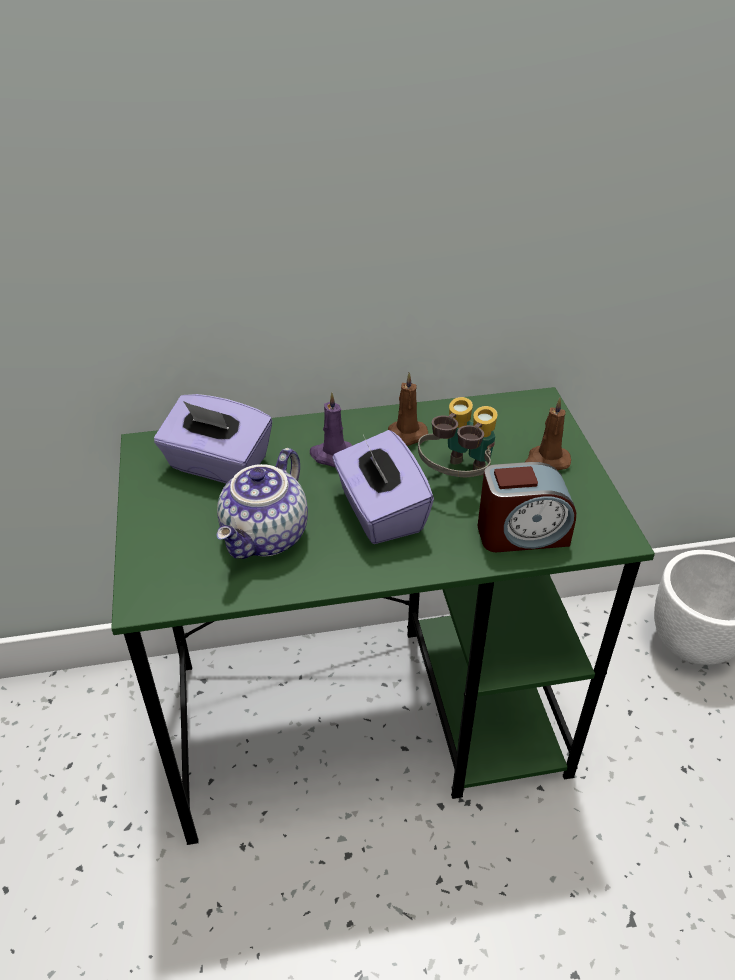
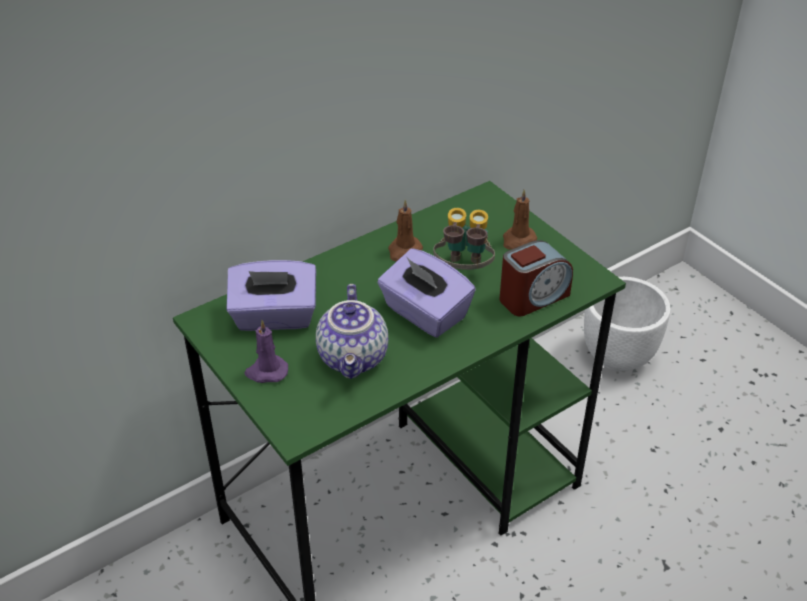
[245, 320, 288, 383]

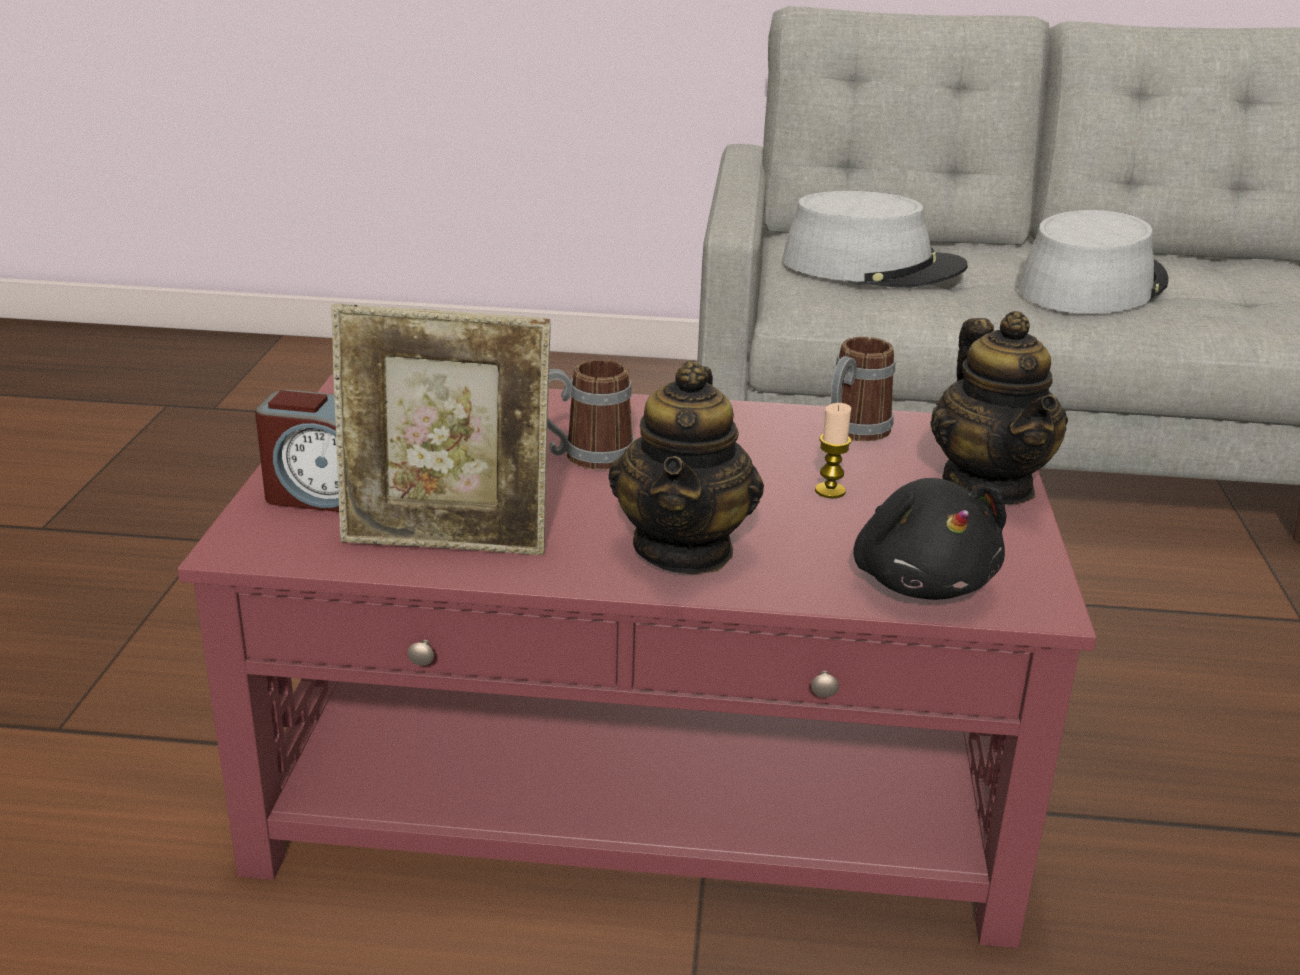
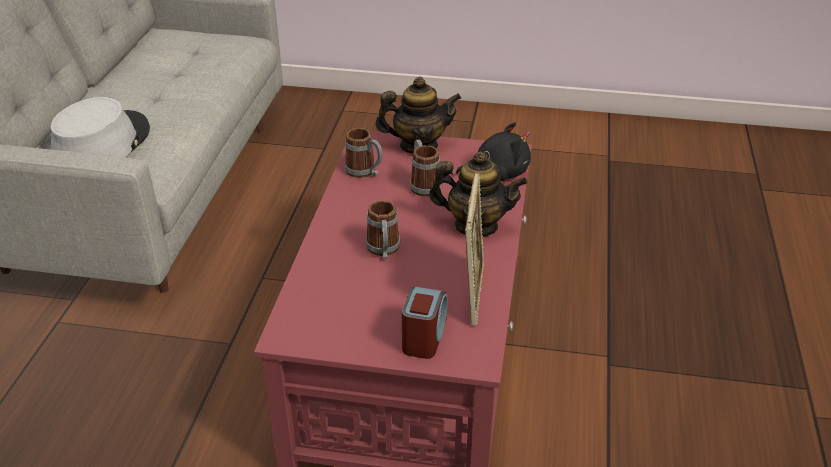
[1018, 210, 1169, 314] (first image)
[410, 139, 442, 197]

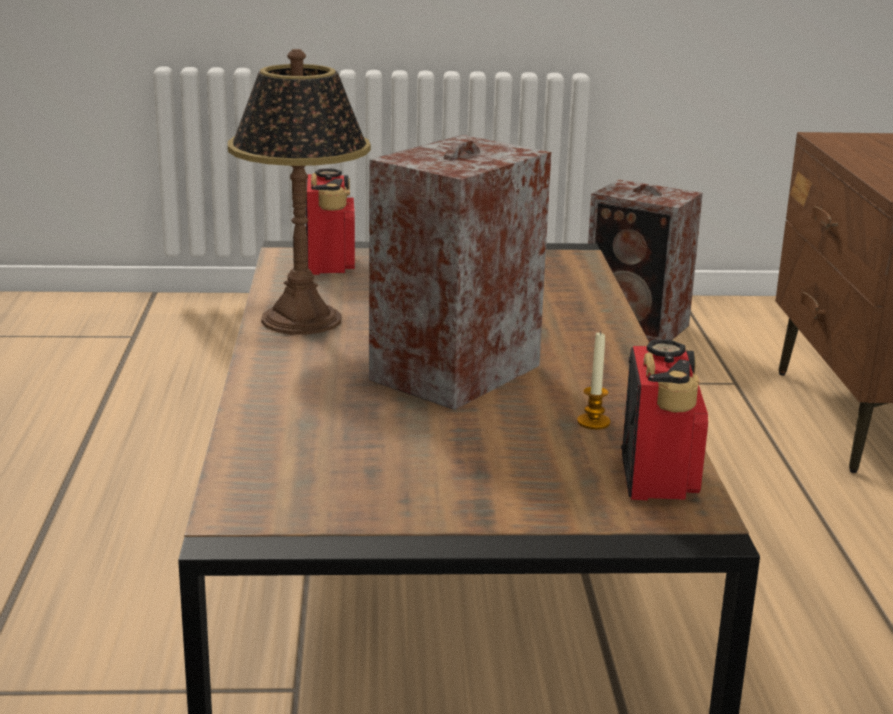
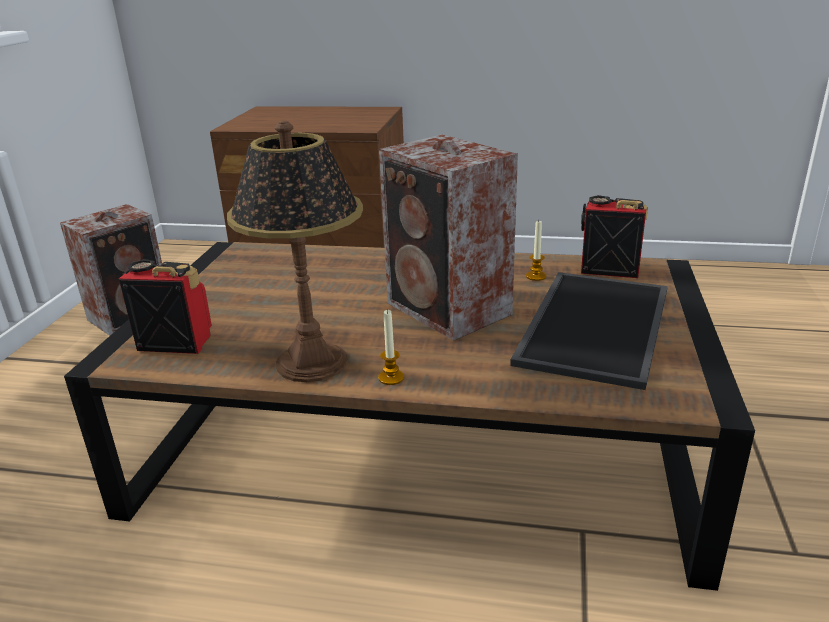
[510, 272, 668, 390]
[378, 309, 404, 385]

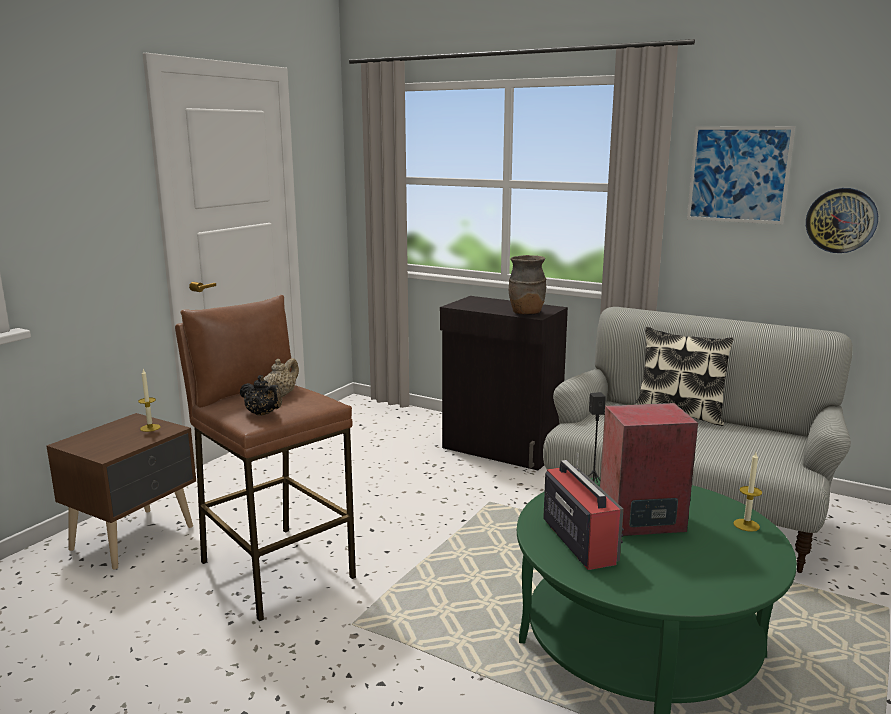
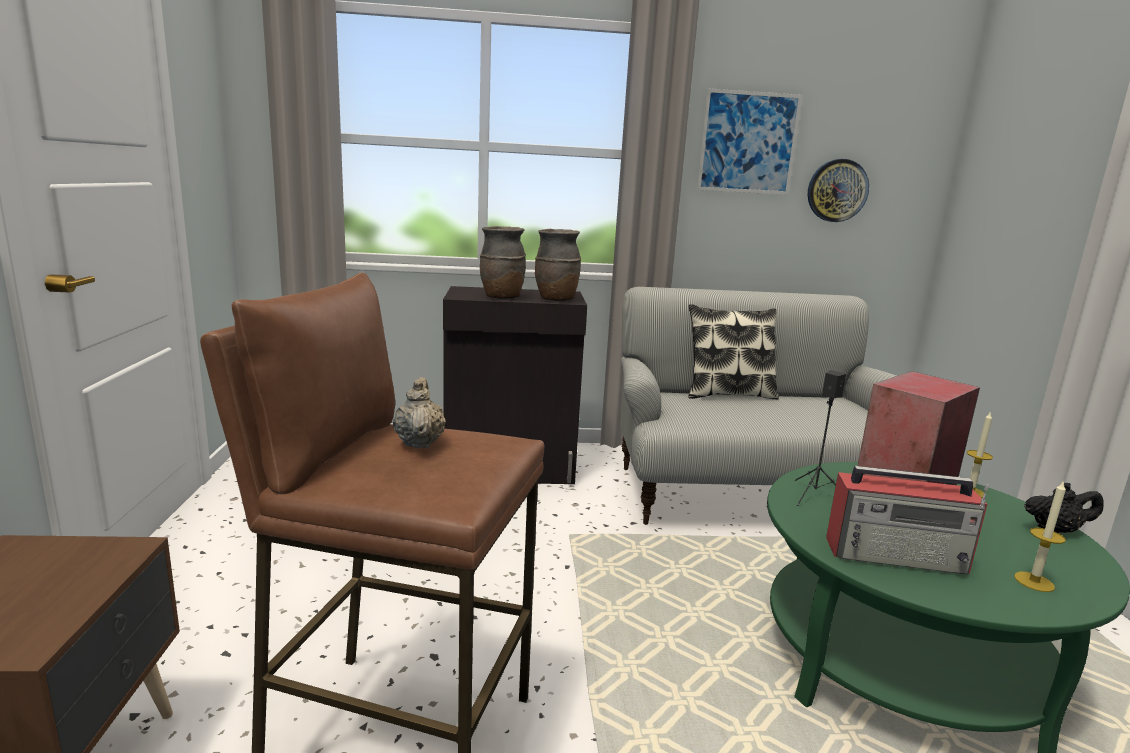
[1014, 480, 1066, 592]
[1024, 483, 1104, 533]
[826, 466, 989, 575]
[480, 226, 526, 299]

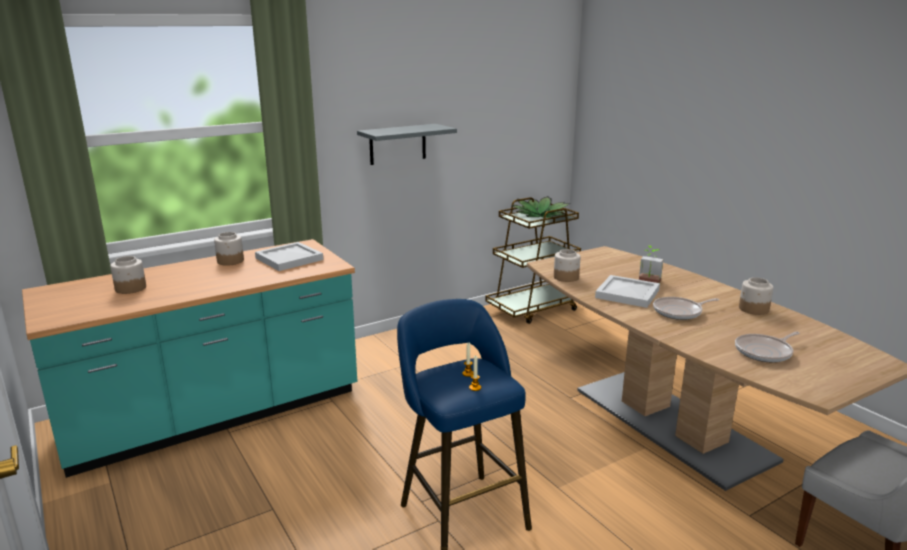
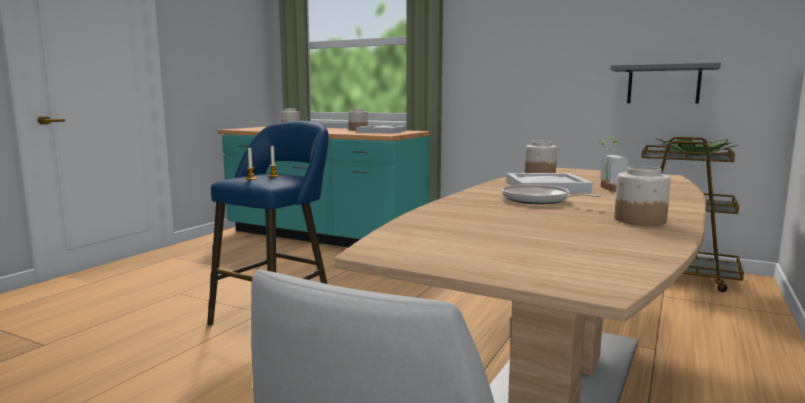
[610, 63, 721, 103]
[735, 332, 800, 362] (first image)

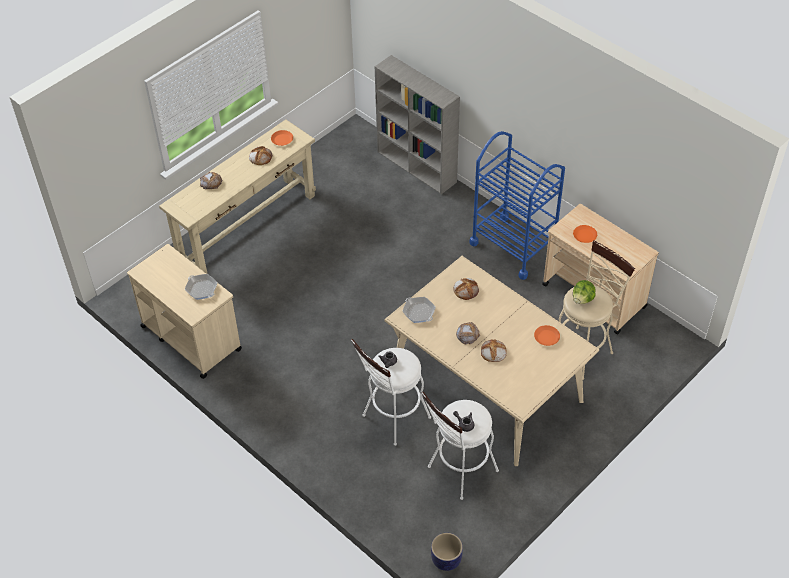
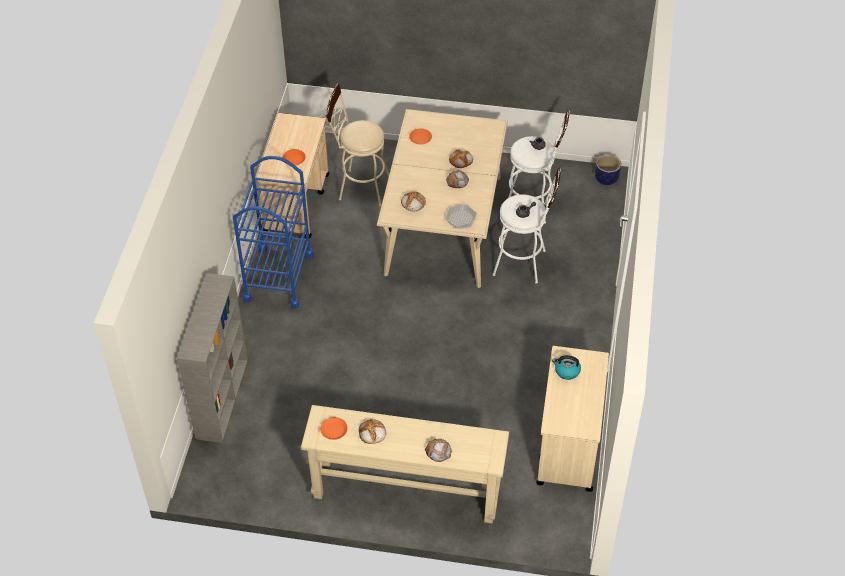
[552, 355, 581, 380]
[573, 280, 596, 304] (first image)

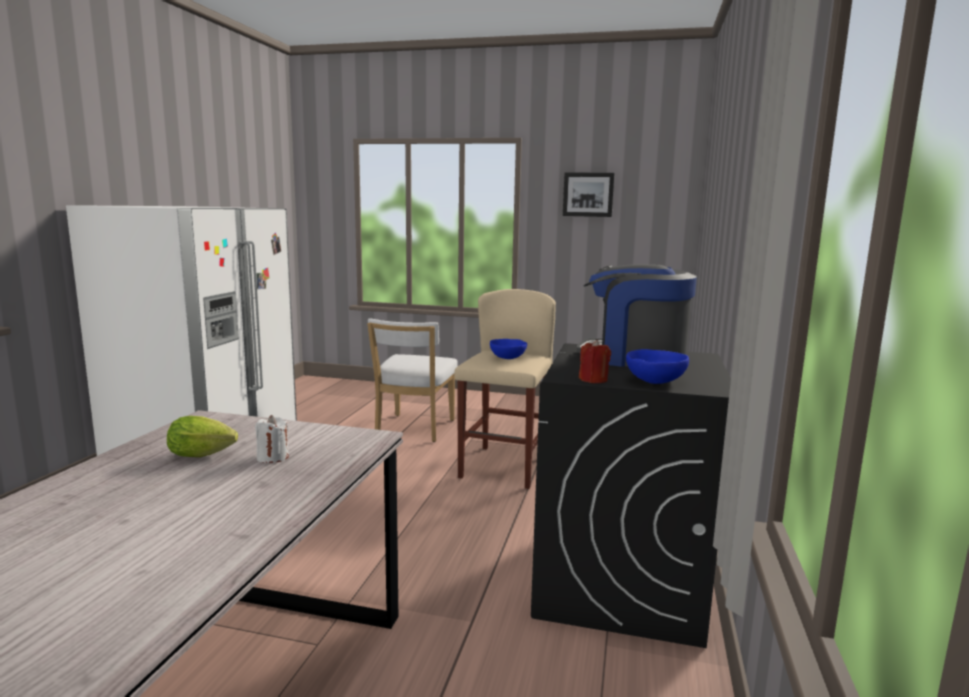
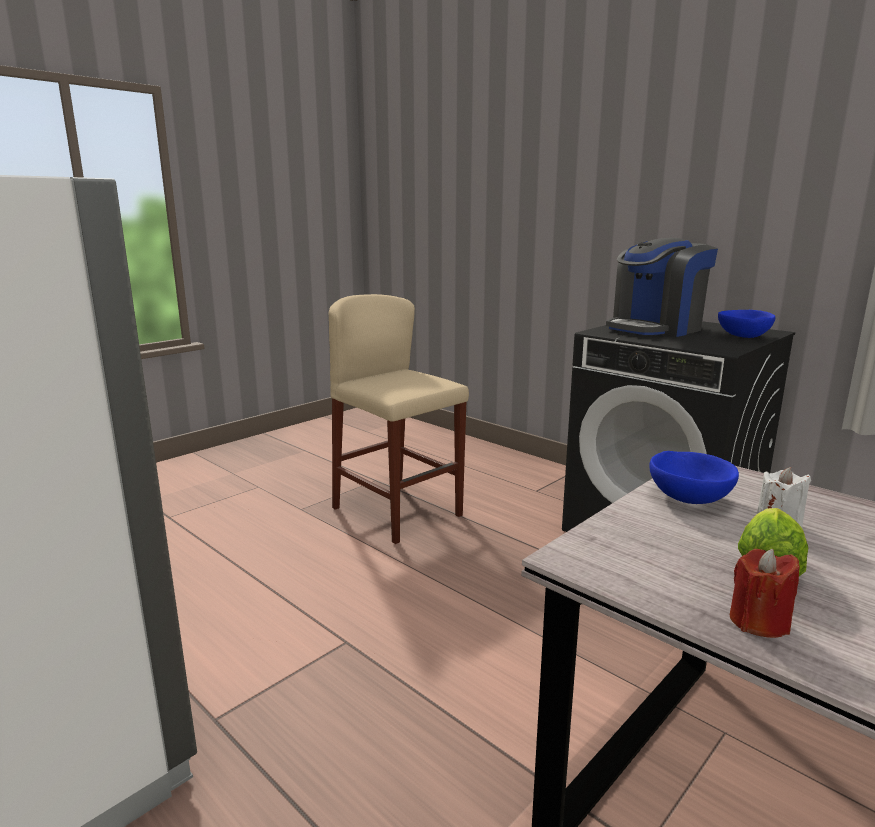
[563, 172, 614, 217] (first image)
[367, 318, 458, 442] (first image)
[649, 451, 739, 504]
[730, 549, 800, 638]

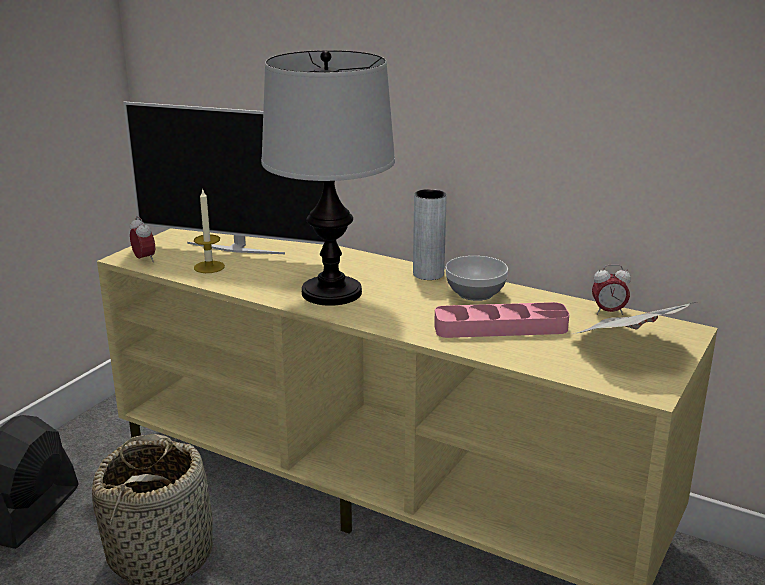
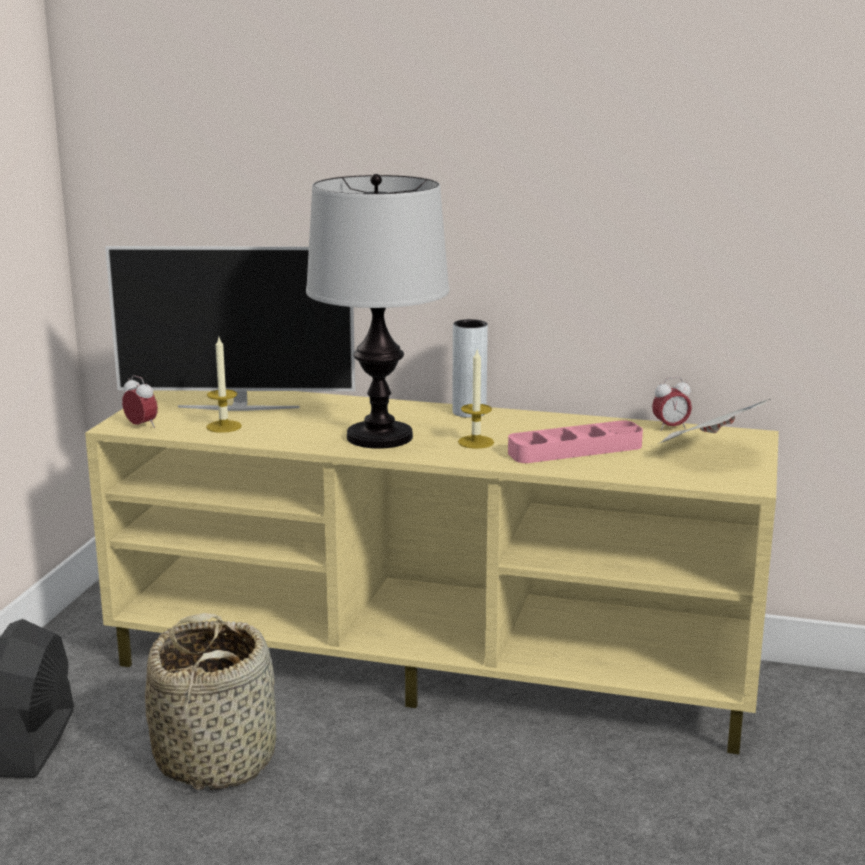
[446, 256, 508, 301] (first image)
[458, 350, 494, 449]

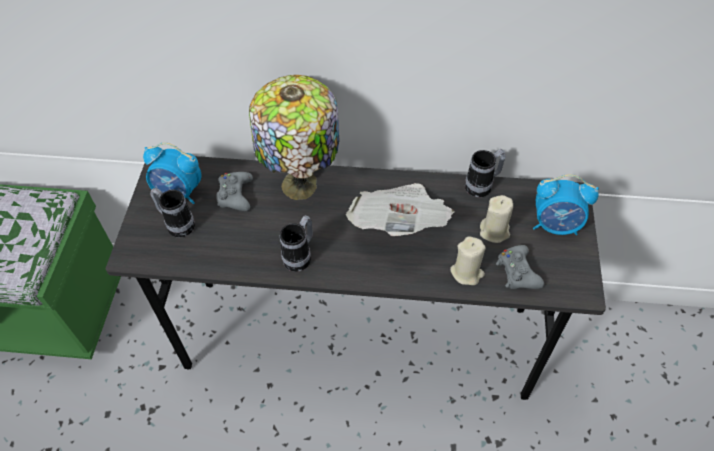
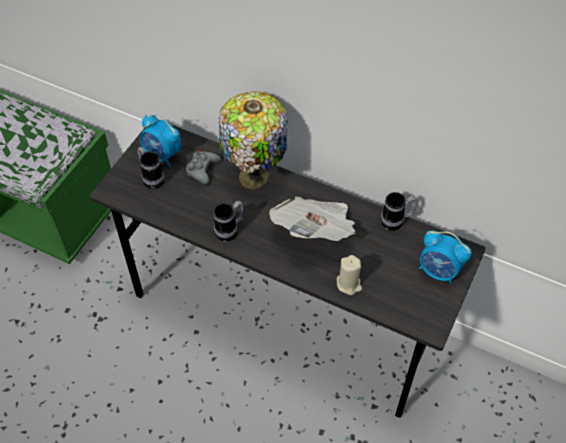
[480, 195, 513, 243] (first image)
[496, 245, 544, 289] (first image)

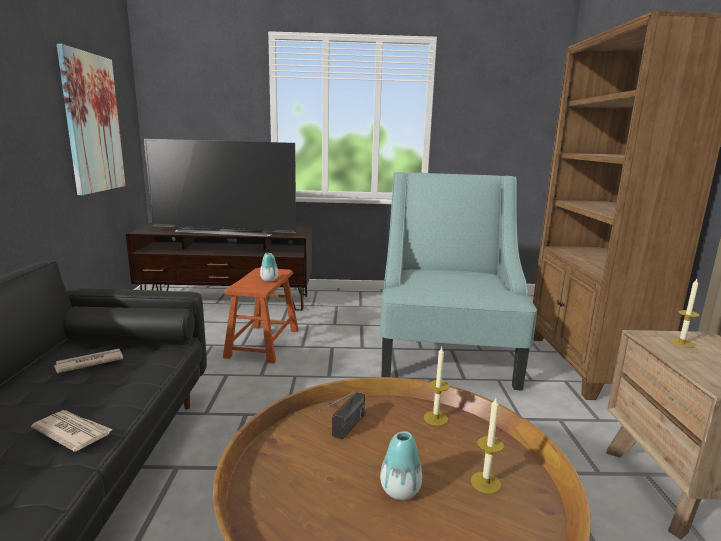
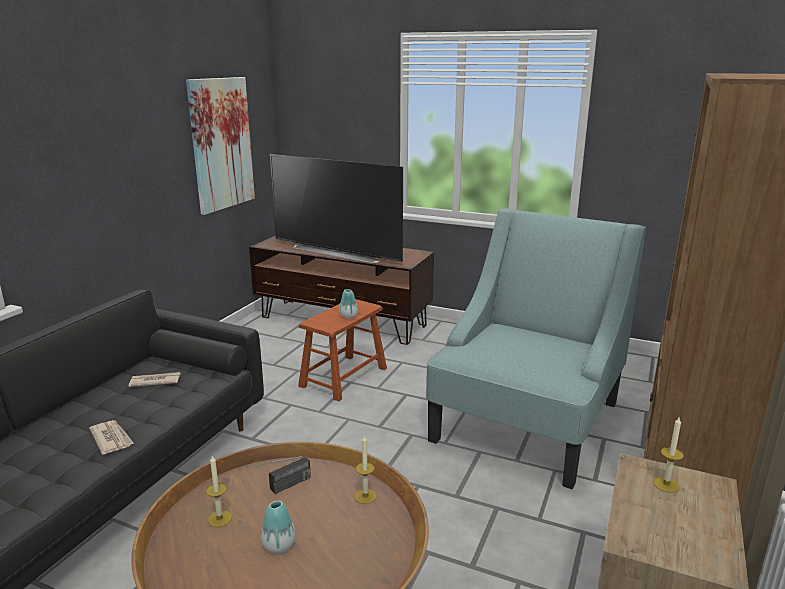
[206, 456, 232, 527]

